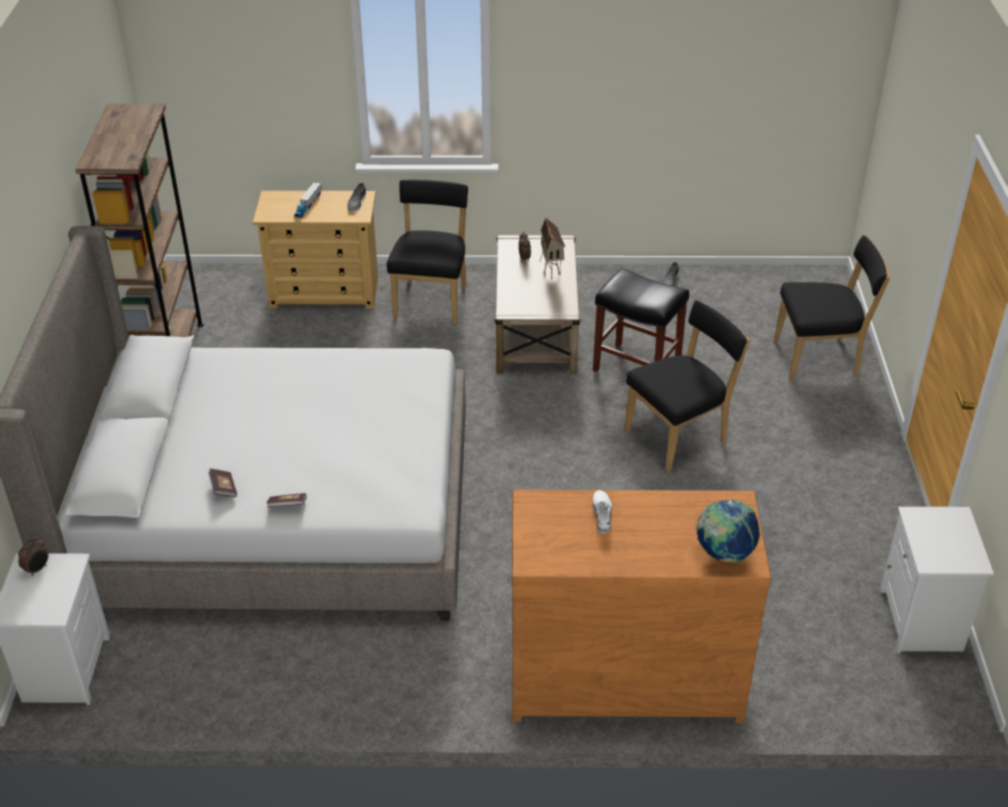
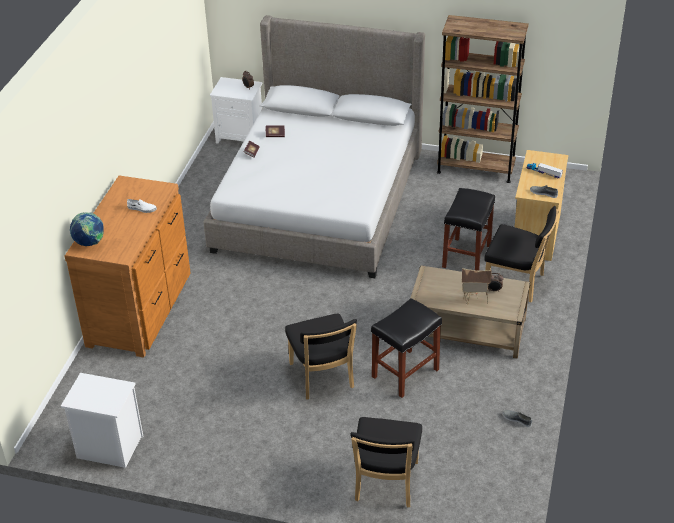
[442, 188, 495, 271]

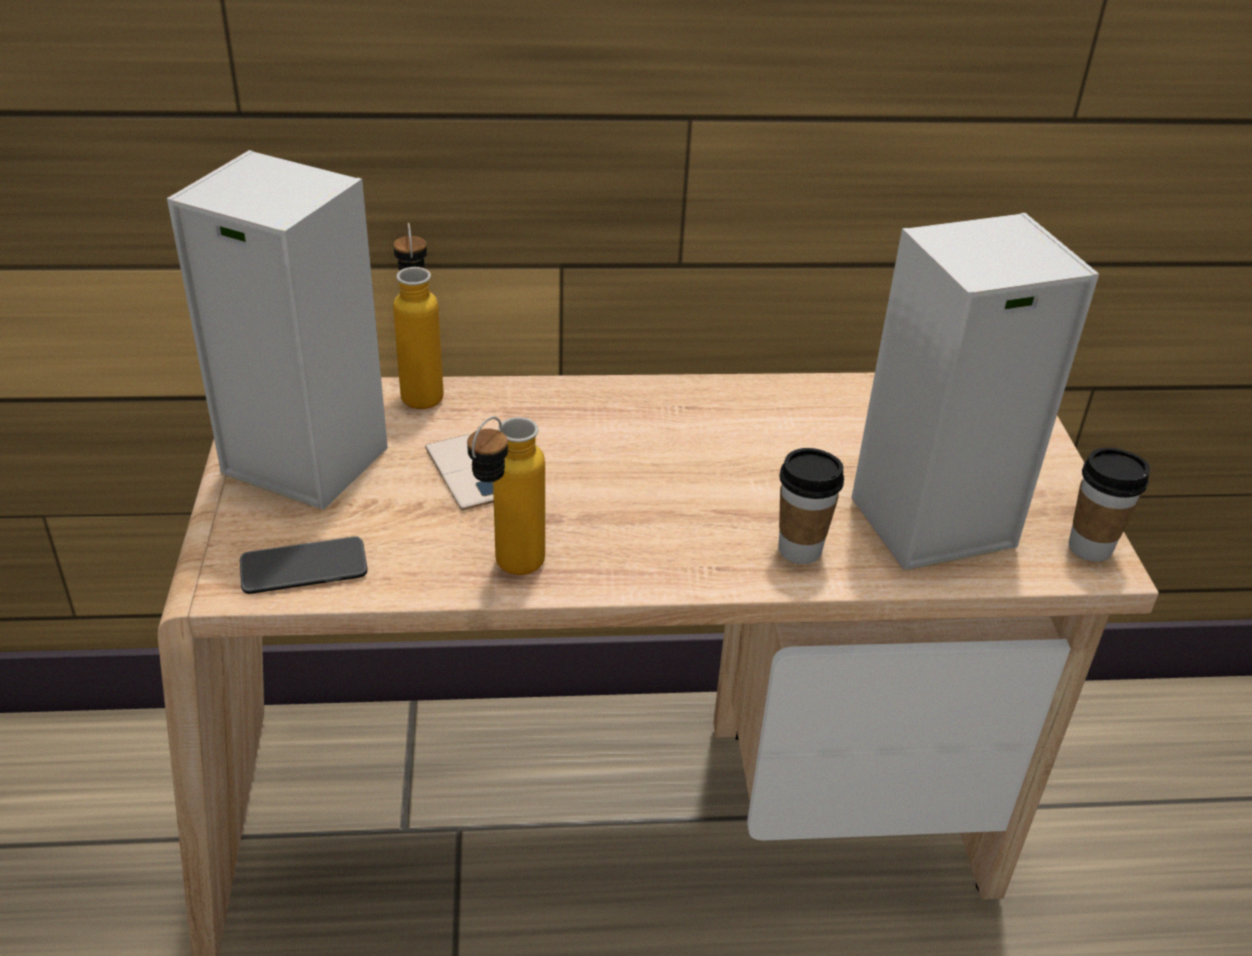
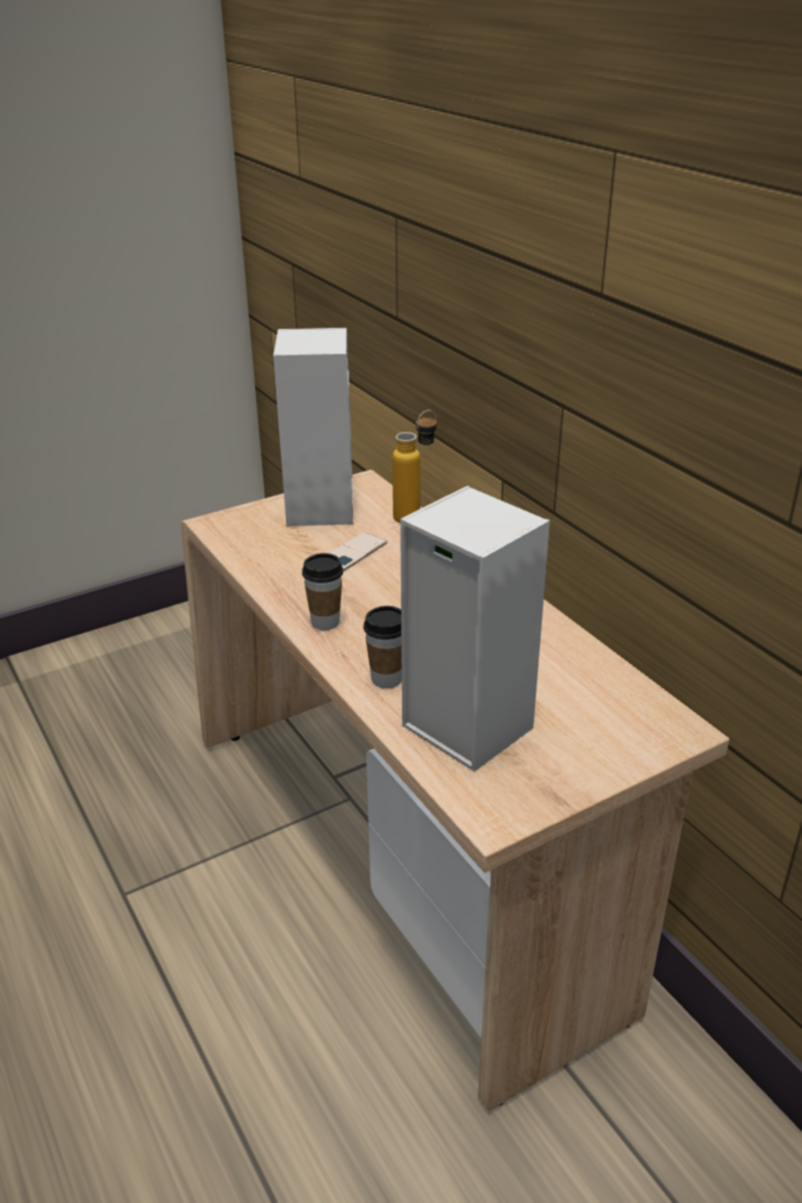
[467, 416, 545, 575] (first image)
[302, 553, 343, 630]
[240, 536, 367, 594] (first image)

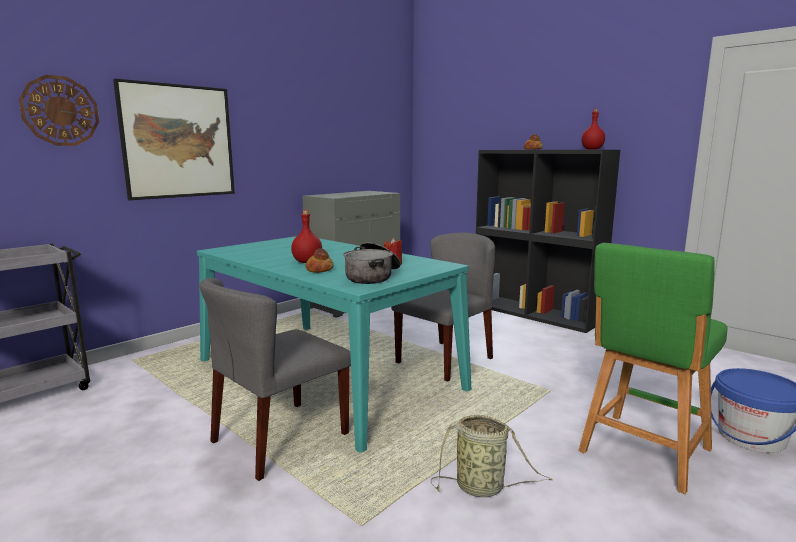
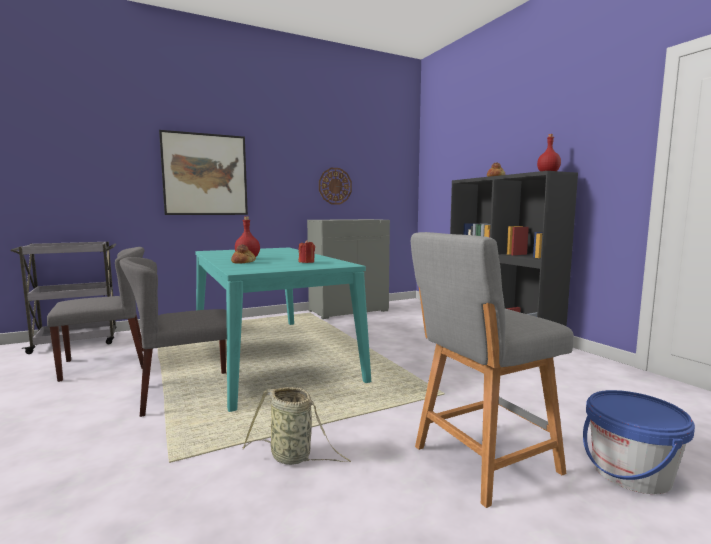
[319, 168, 352, 205]
[47, 247, 145, 382]
[343, 243, 401, 284] (first image)
[411, 232, 573, 508]

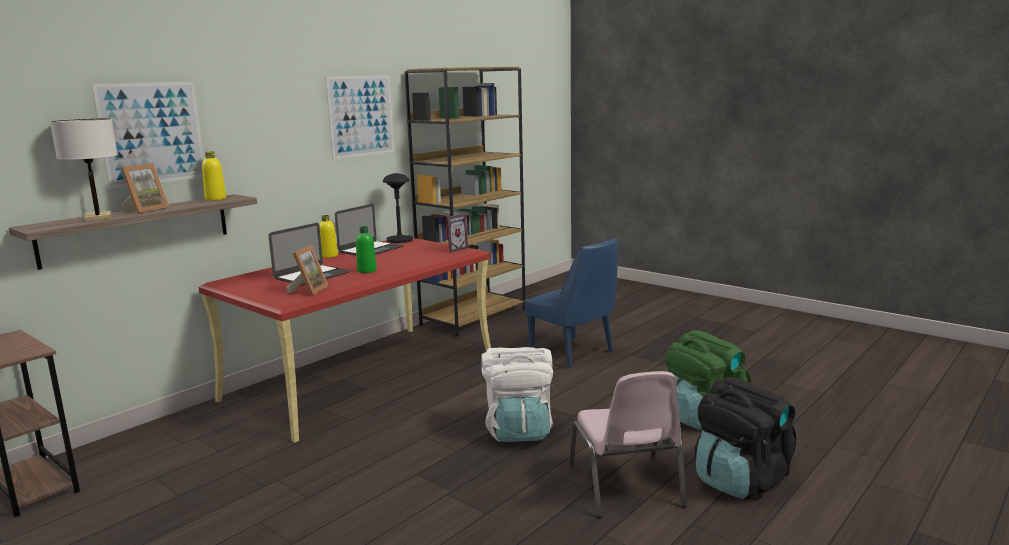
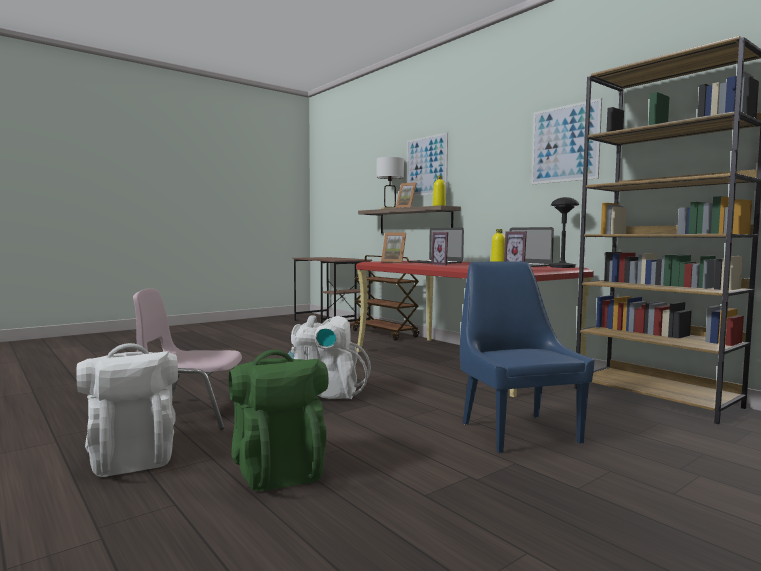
[431, 232, 449, 265]
[460, 261, 595, 453]
[76, 343, 178, 477]
[353, 255, 419, 341]

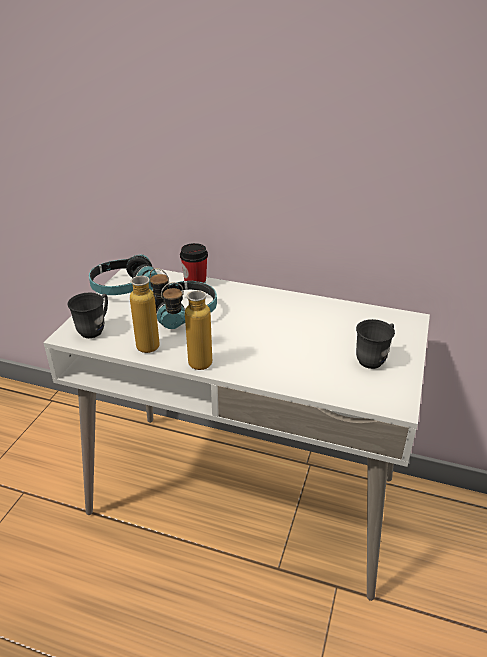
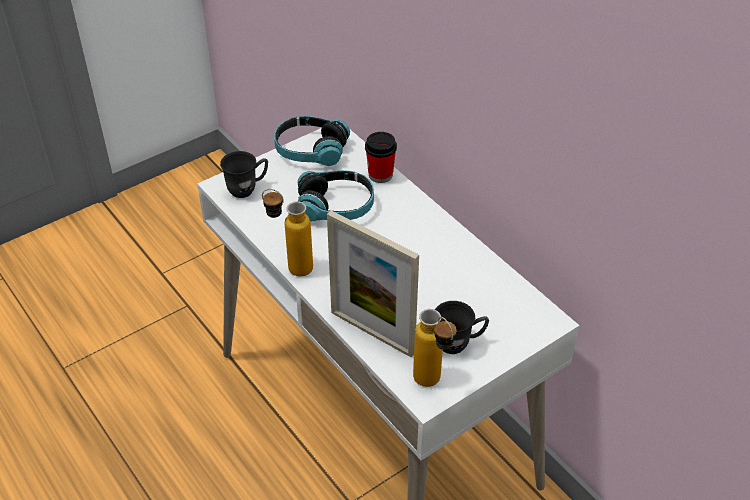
[413, 309, 457, 387]
[327, 210, 419, 357]

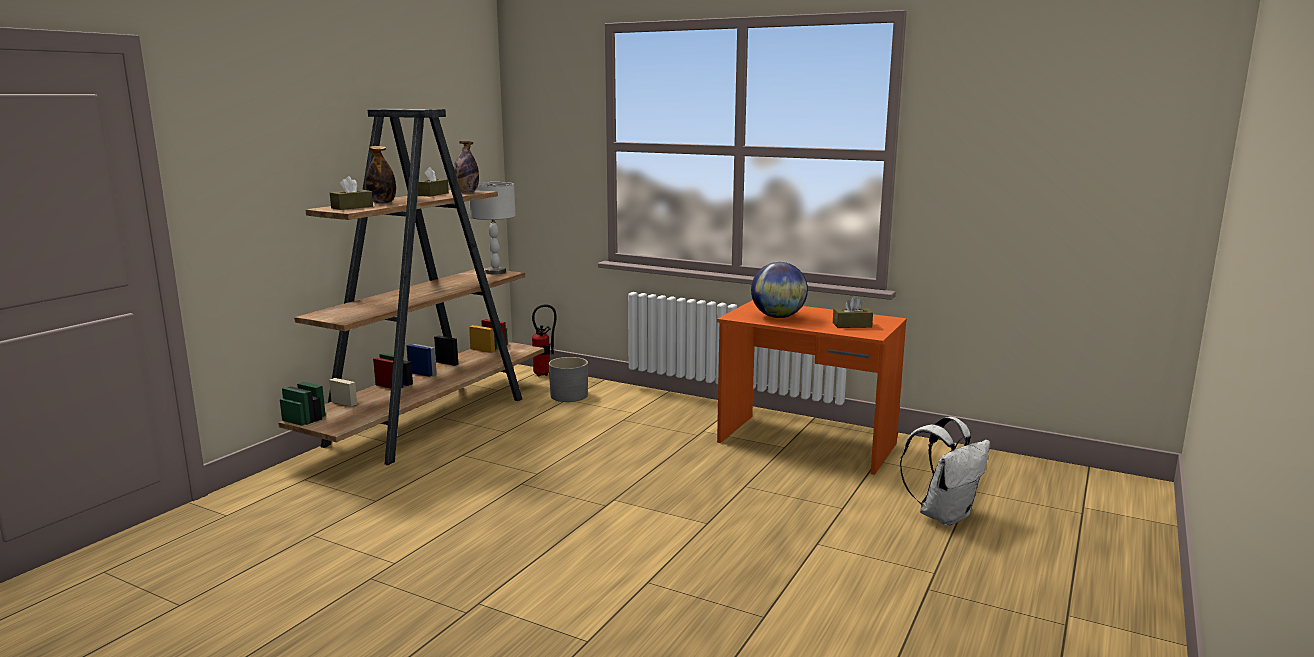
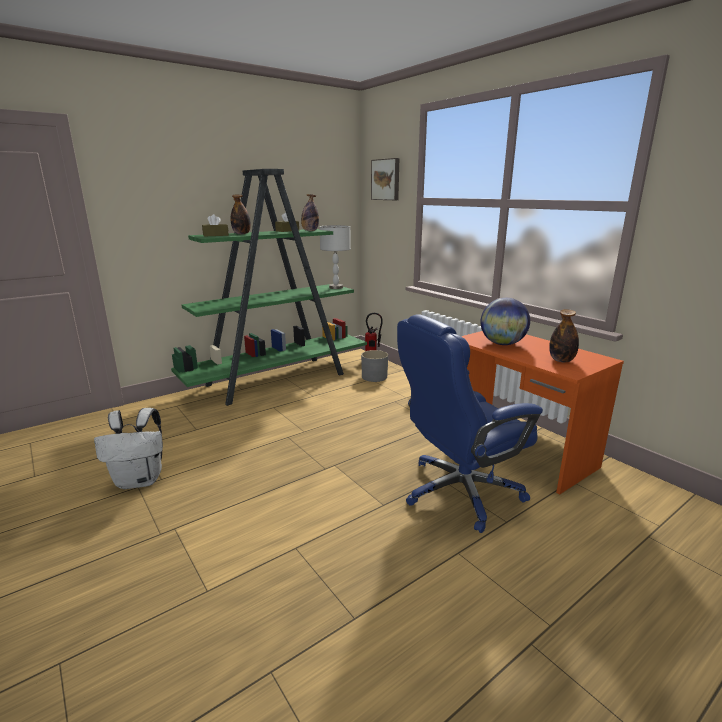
[171, 169, 367, 406]
[549, 309, 579, 362]
[94, 408, 163, 489]
[371, 158, 399, 200]
[397, 314, 543, 533]

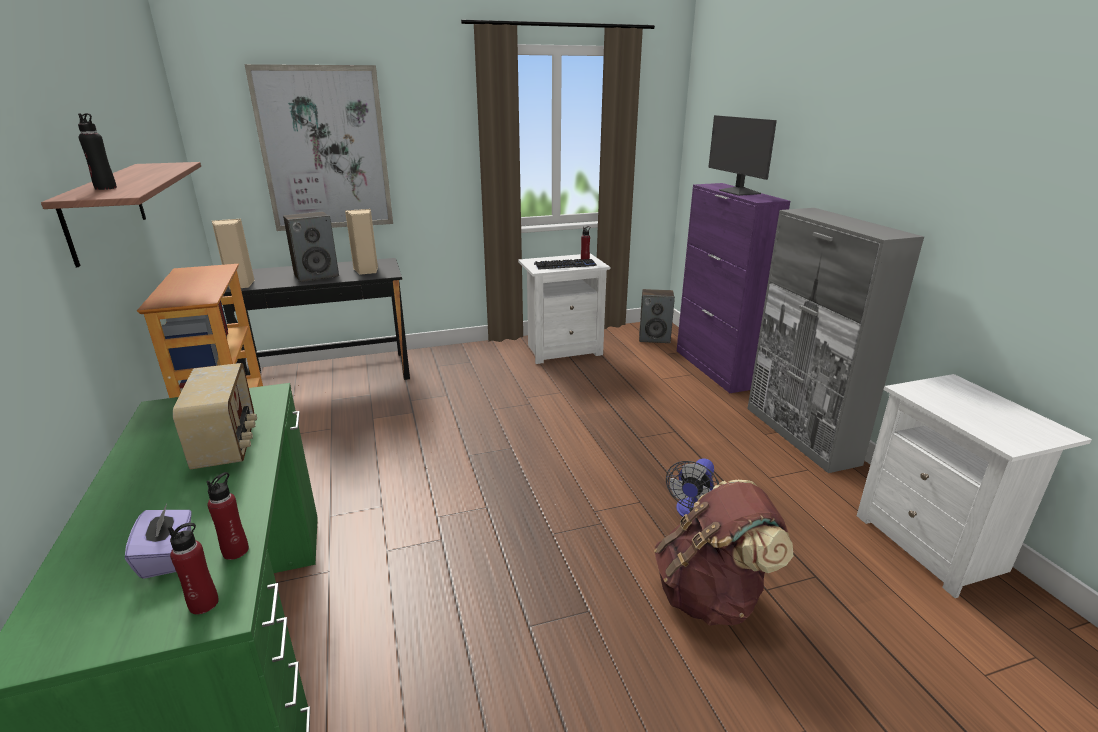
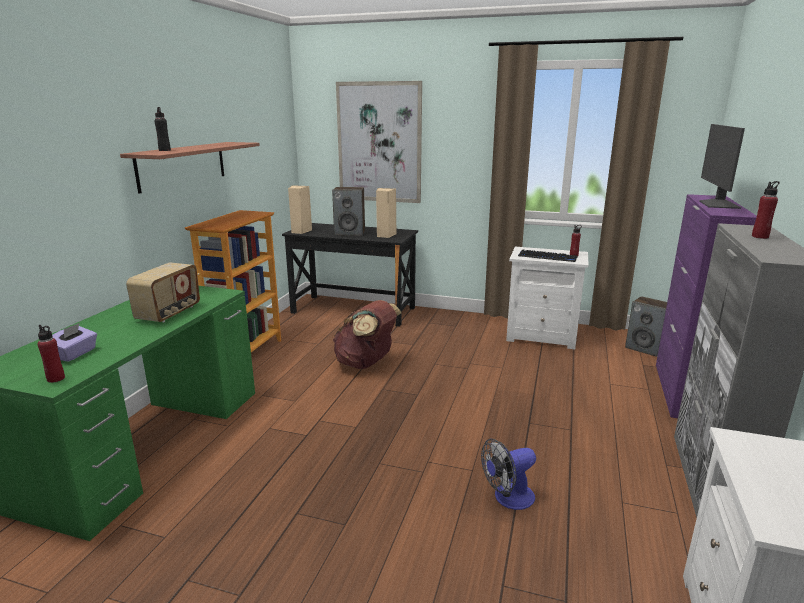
[752, 181, 780, 239]
[333, 300, 401, 369]

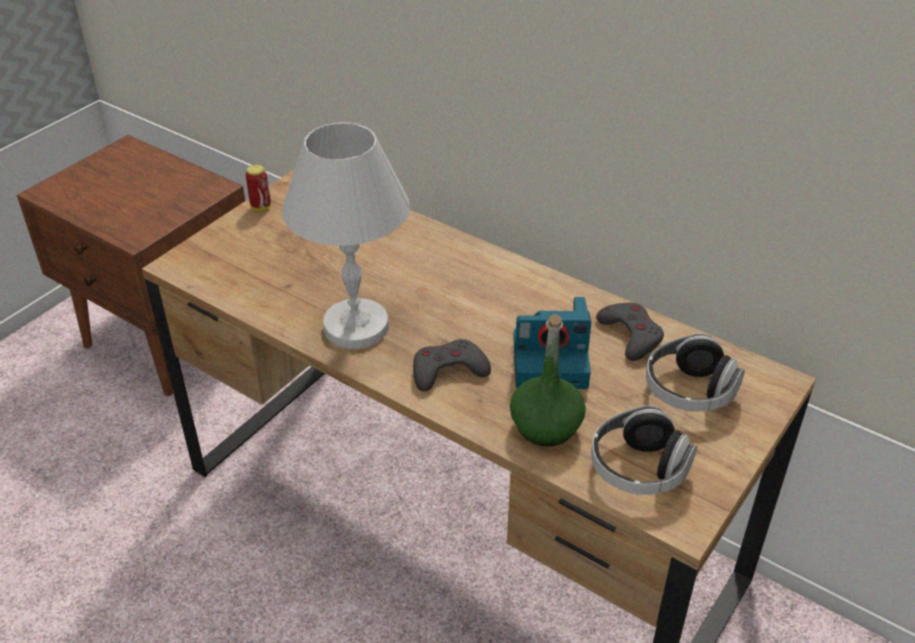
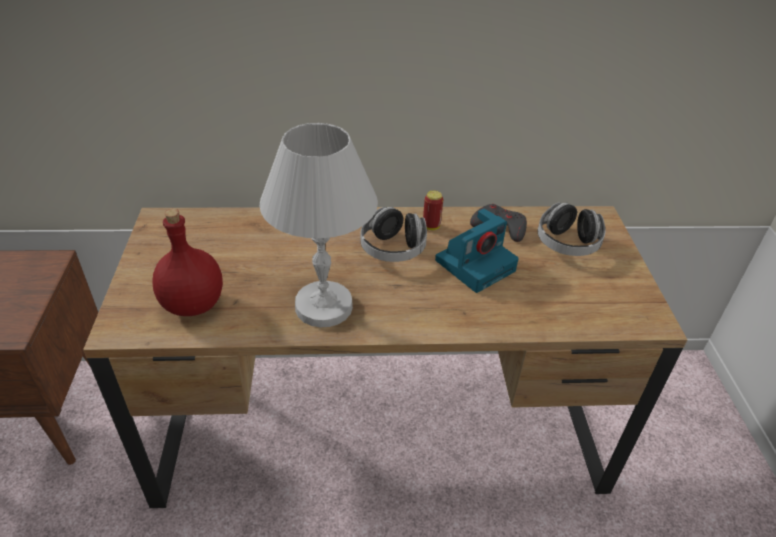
[423, 190, 443, 230]
[510, 314, 586, 446] (first image)
[413, 339, 491, 391] (first image)
[361, 207, 427, 262]
[153, 209, 223, 316]

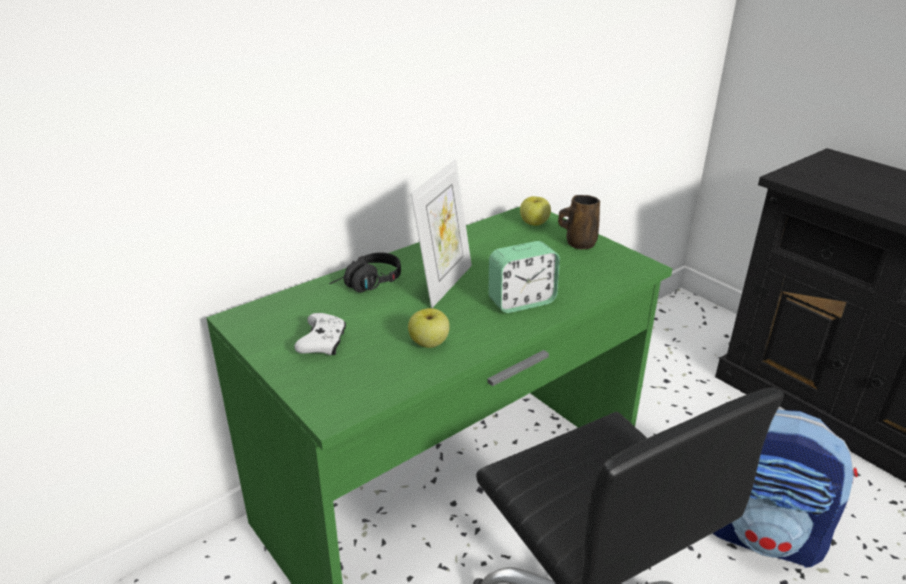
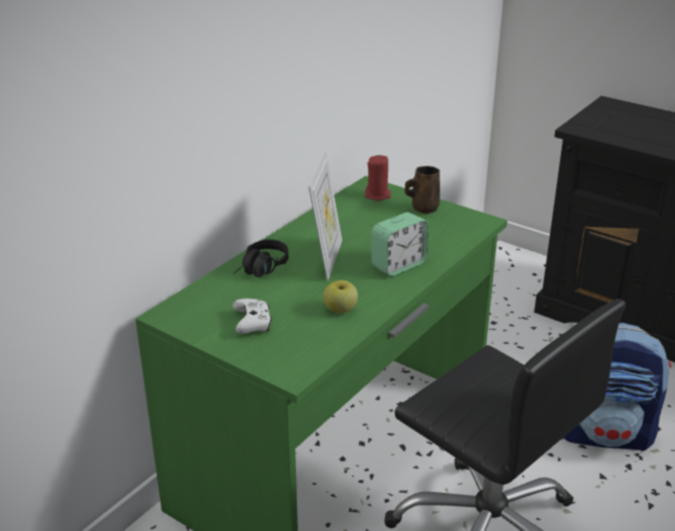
[365, 155, 391, 200]

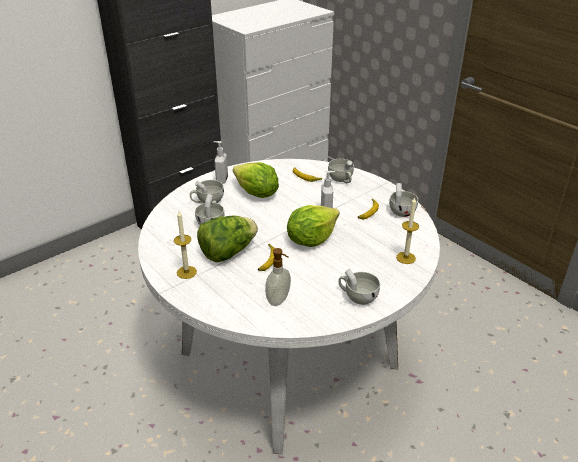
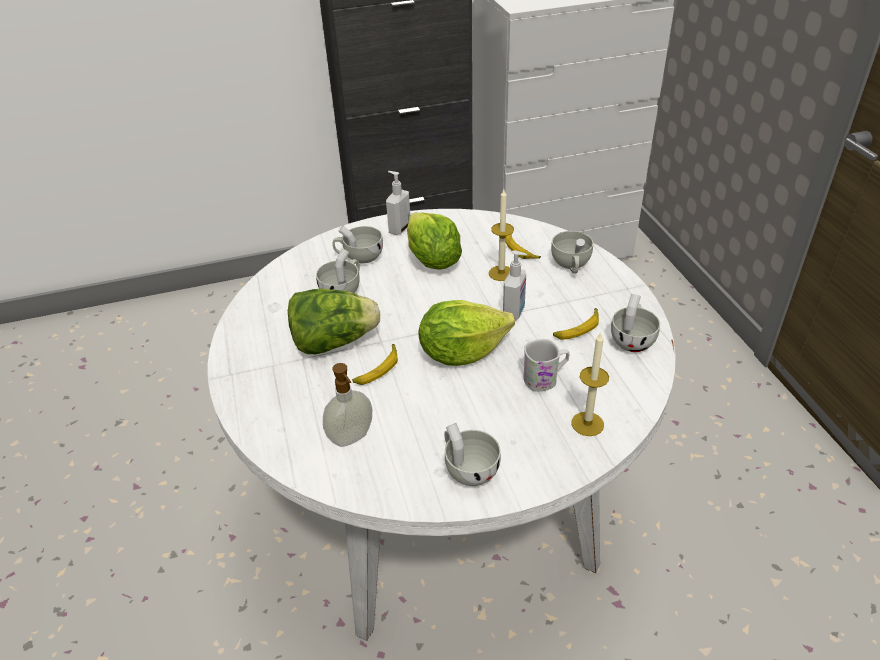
[489, 190, 514, 281]
[523, 339, 569, 391]

